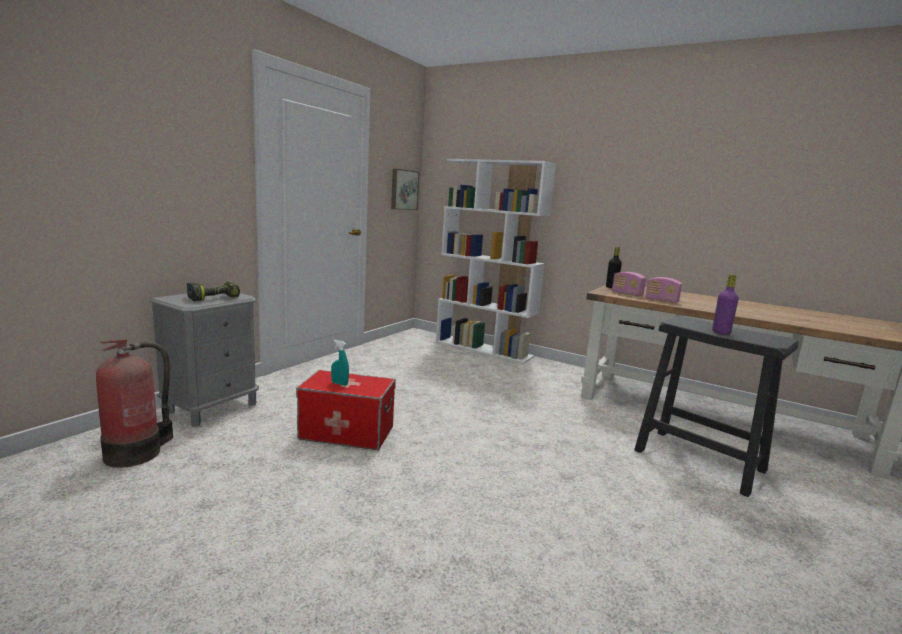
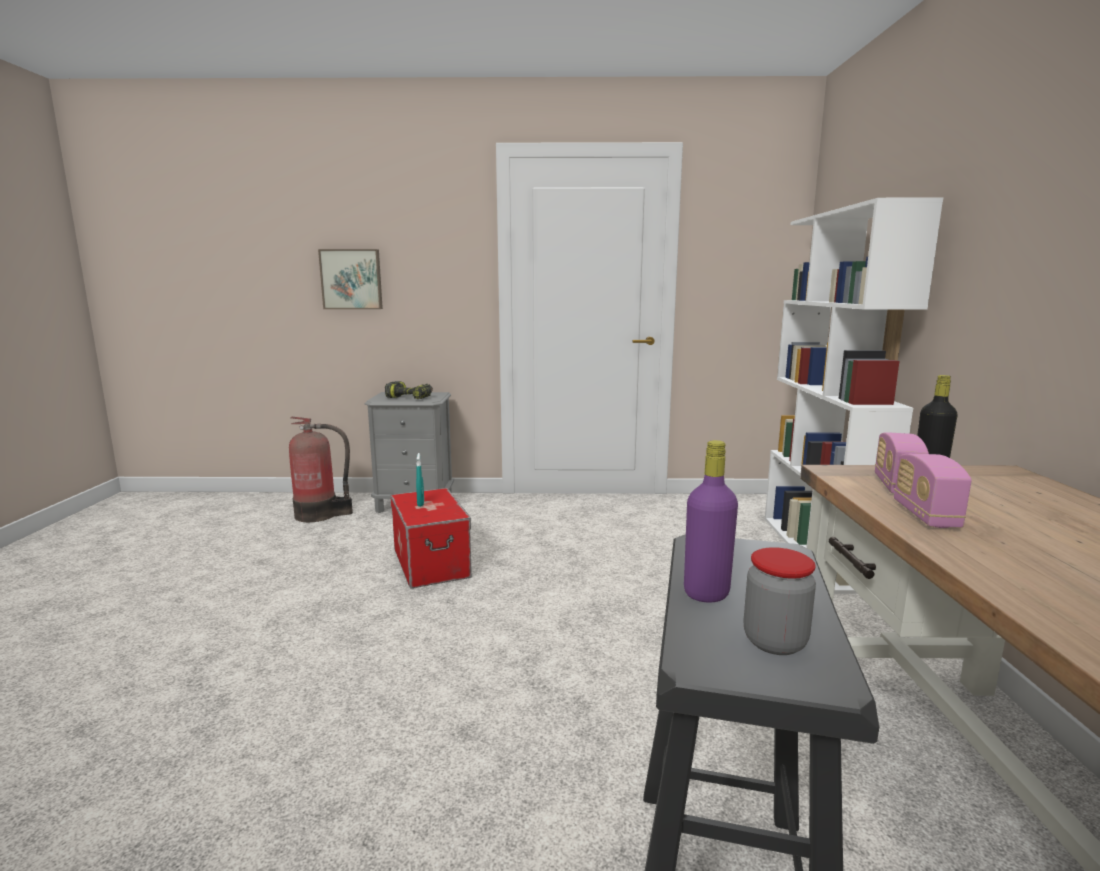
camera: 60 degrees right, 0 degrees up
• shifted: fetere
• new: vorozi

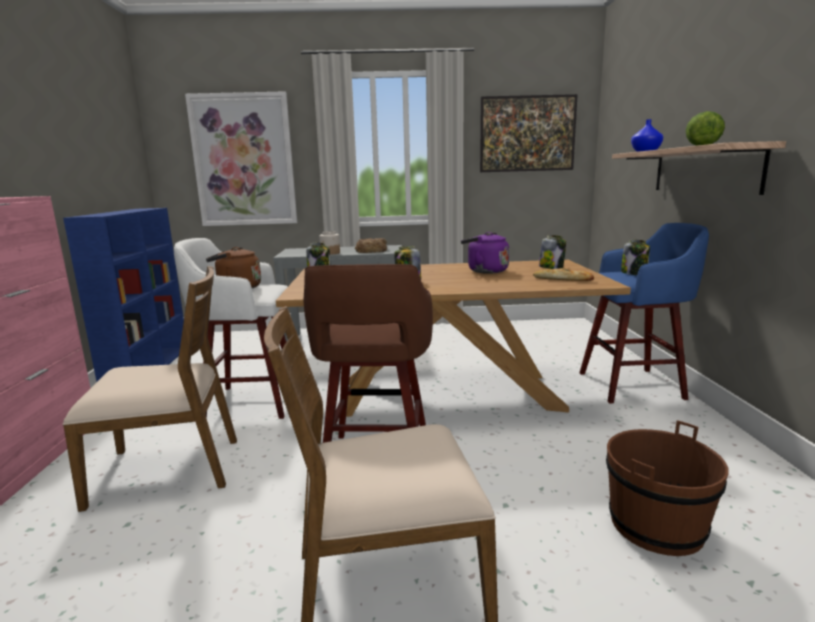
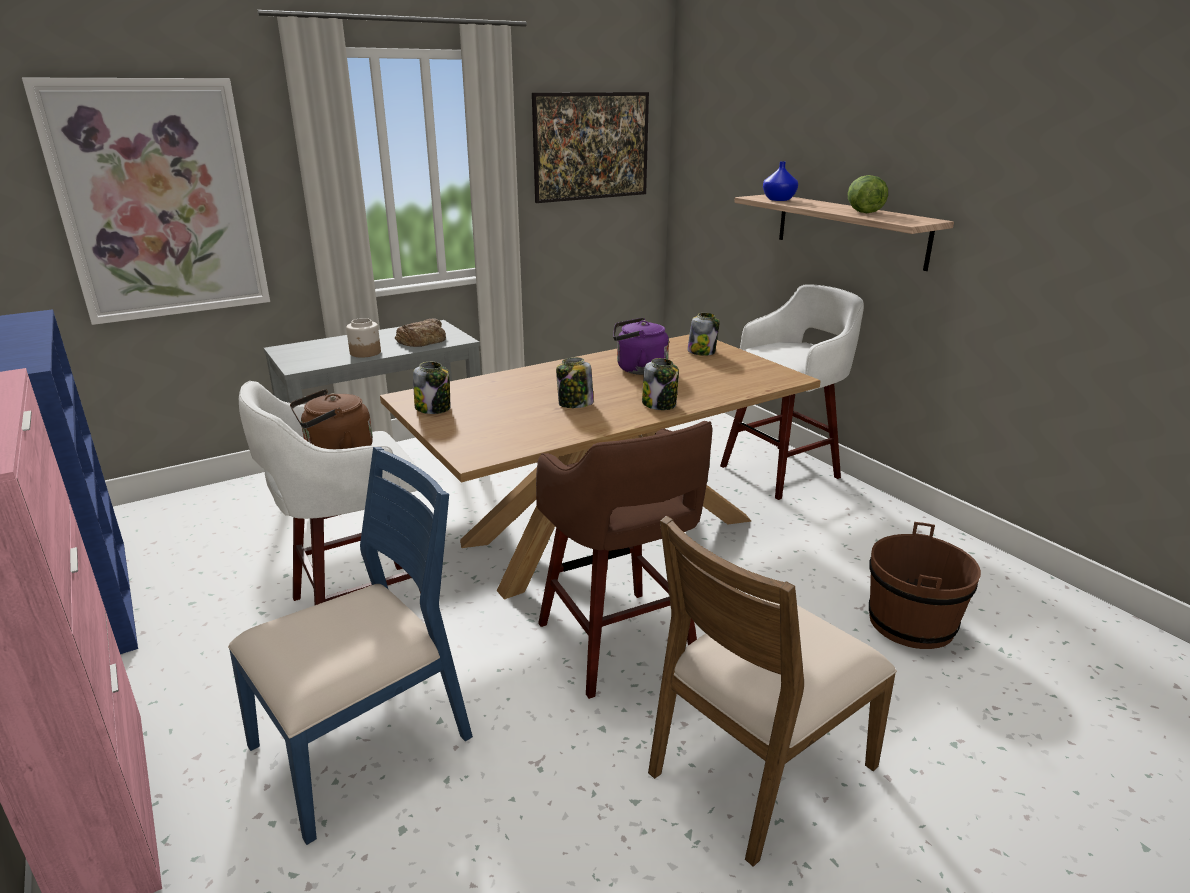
camera: 30 degrees left, 10 degrees up
• repainted: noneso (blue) to noneso (white) (no. 2 from left)
• shifted: vorozi (no. 5 from left in the first image) to vorozi (no. 4 from left)
• repainted: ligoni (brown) (no. 1 from left) to ligoni (blue)
• gone: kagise (no. 2 from left)

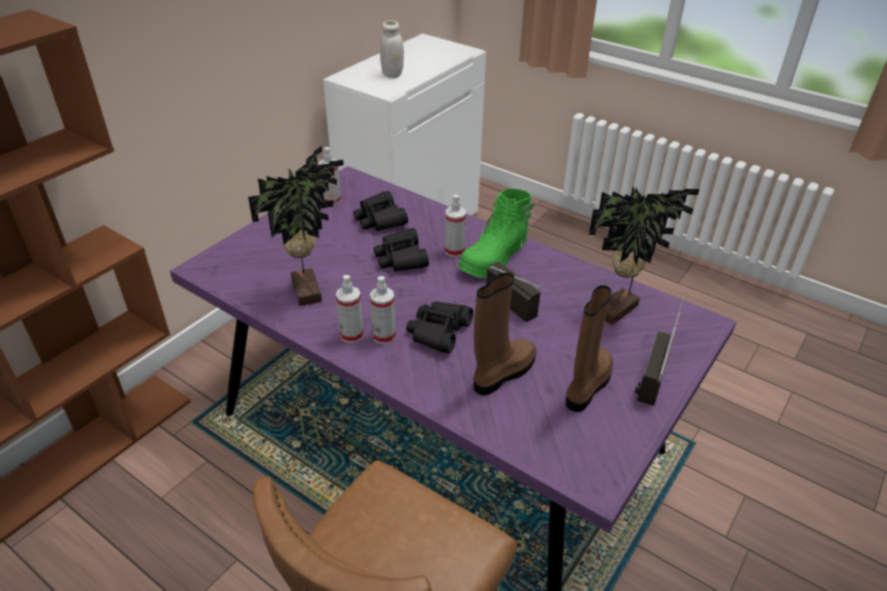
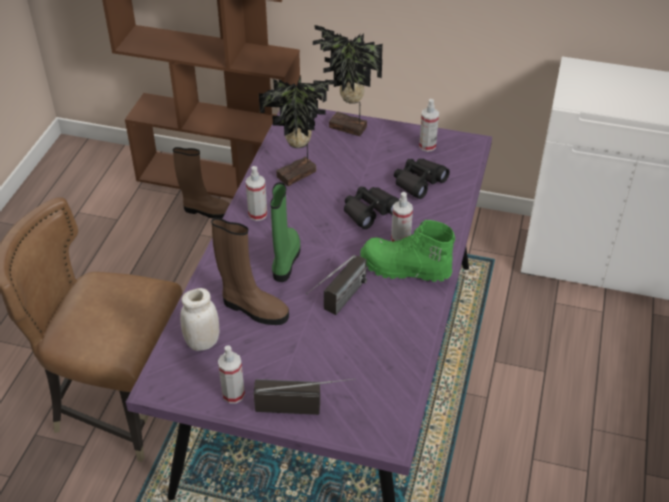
camera: 70 degrees right, 5 degrees up
• shifted: vorozi (white)
• shifted: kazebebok (no. 2 from left)
• shifted: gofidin (no. 3 from left in the first image) to gofidin (no. 1 from left)
• shifted: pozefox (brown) (no. 2 from left in the first image) to pozefox (brown) (no. 1 from left)
• swapped: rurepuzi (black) (no. 3 from left) to pozefox (green) (no. 1 from left)

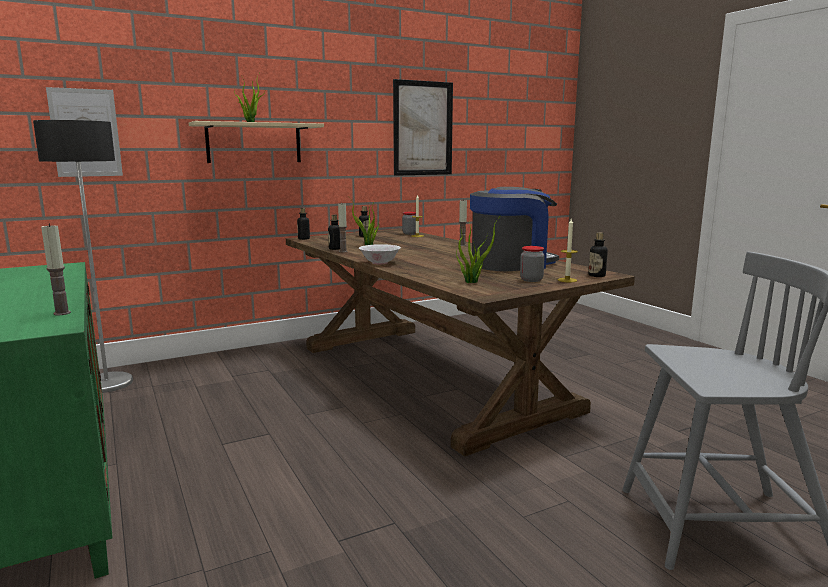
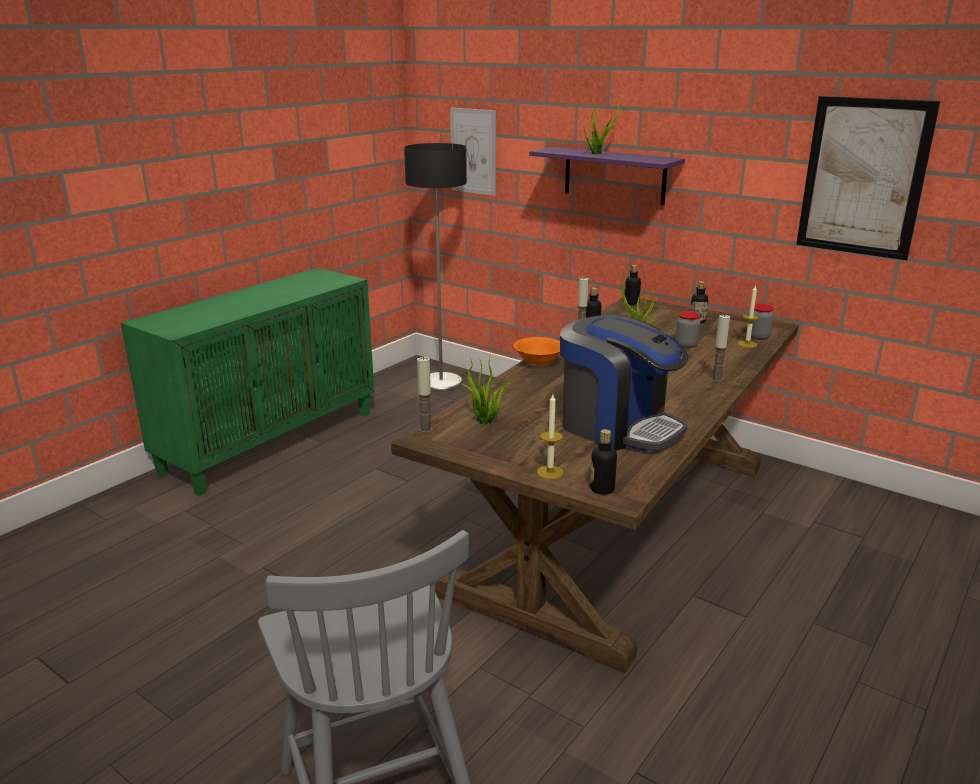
camera: 65 degrees right, 10 degrees up
• repainted: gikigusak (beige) to gikigusak (purple)
• shifted: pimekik (no. 1 from left)
• repainted: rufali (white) to rufali (orange)
• shifted: vorozi (no. 2 from left in the first image) to vorozi (no. 1 from left)

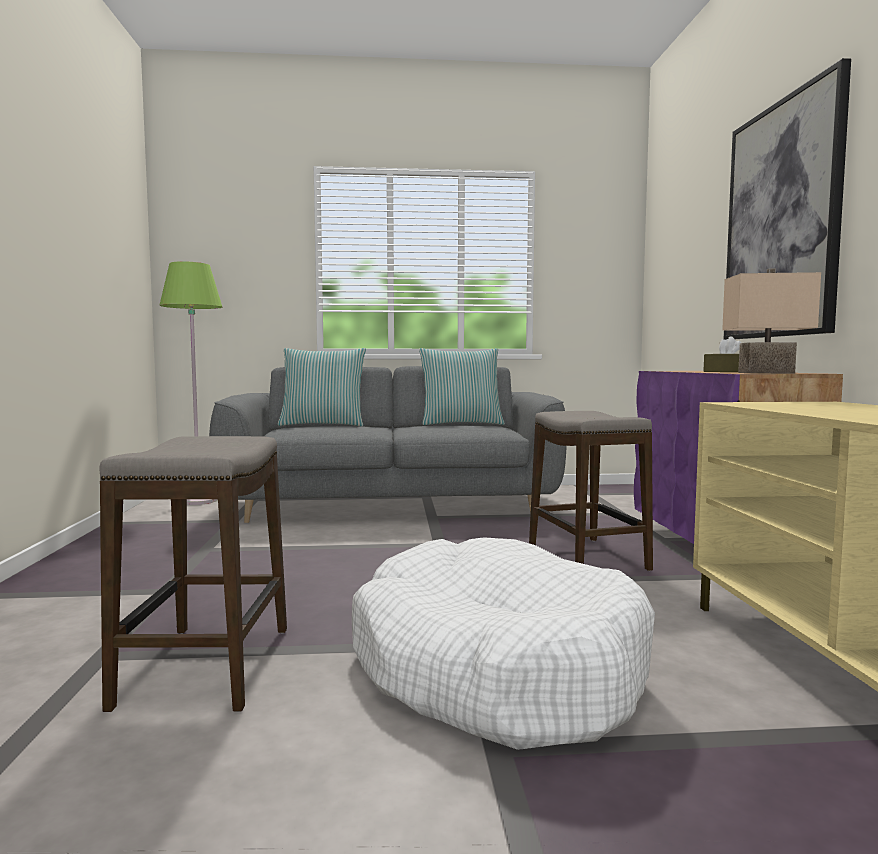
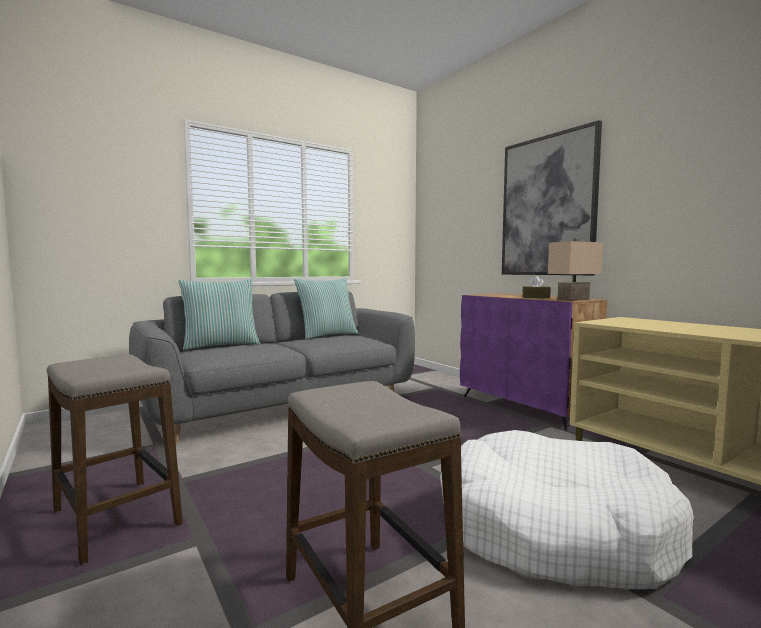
camera: 30 degrees left, 0 degrees up
• gone: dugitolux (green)
• shifted: noneso (no. 2 from left in the first image) to noneso (no. 1 from left)

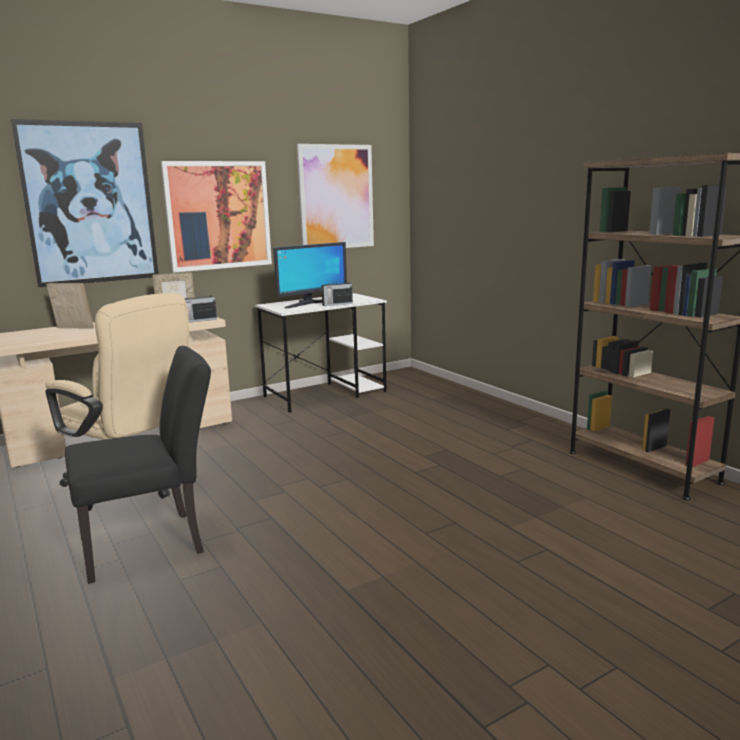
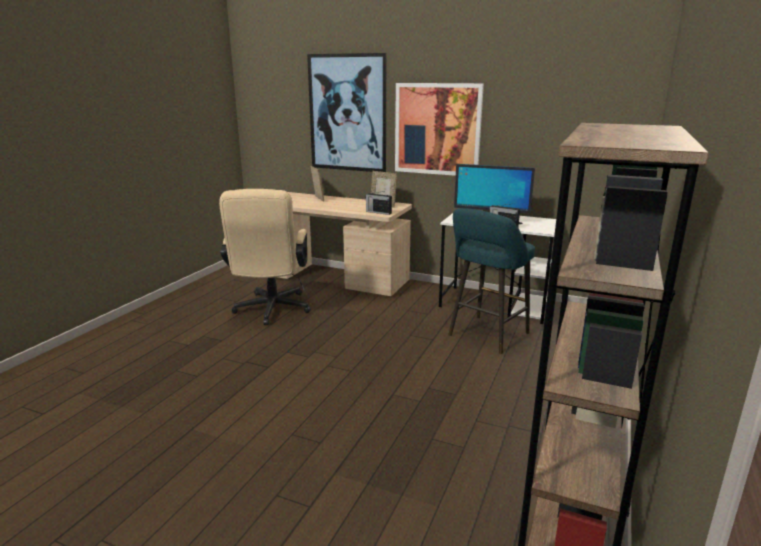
camera: 55 degrees right, 5 degrees up
• gone: fetere (no. 3 from left)
• gone: ligoni (black)
• new: noneso (turquoise)

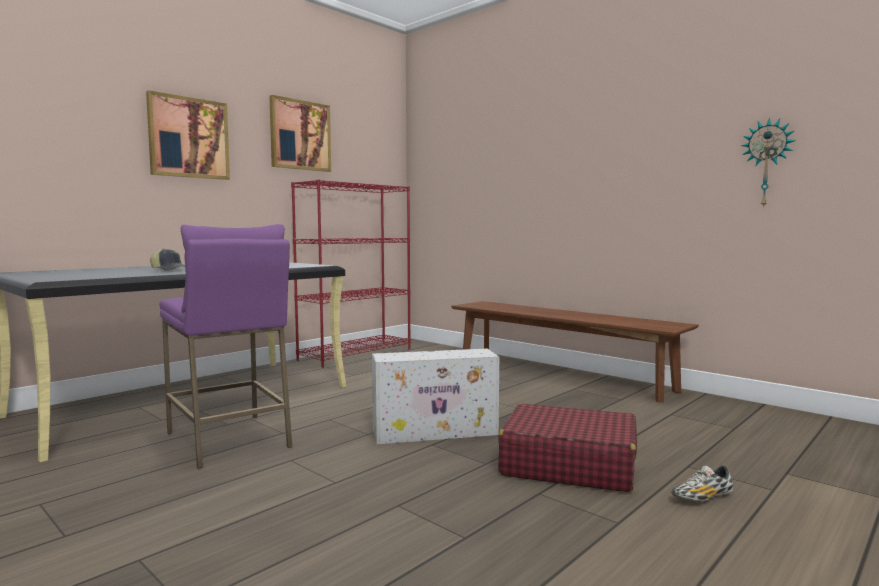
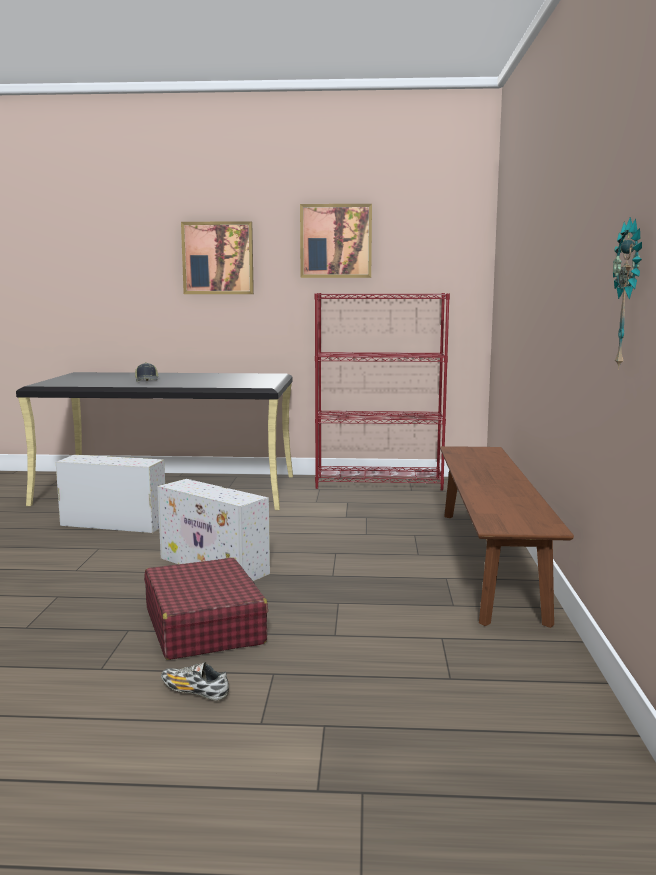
camera: 50 degrees right, 5 degrees up
• swapped: noneso (purple) to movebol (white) (no. 1 from left)

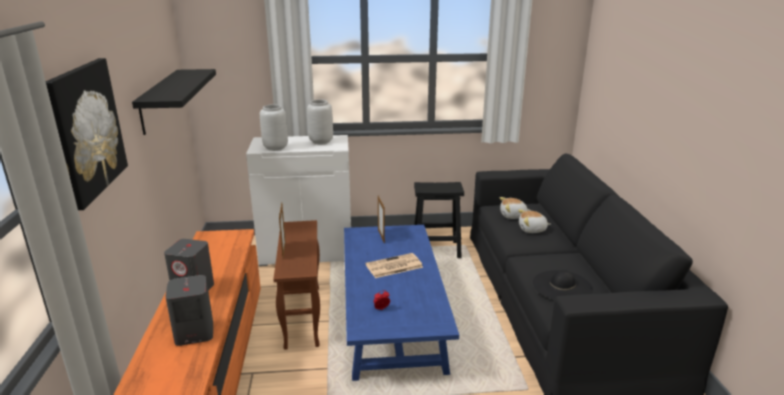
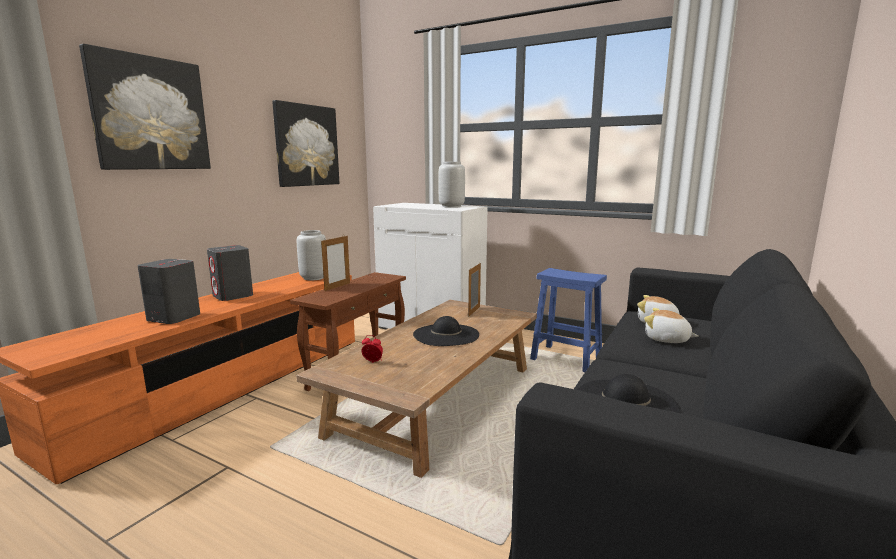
camera: 35 degrees right, 10 degrees down
• swapped: gikigusak (black) to fetere (no. 2 from left)
• shifted: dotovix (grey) (no. 1 from left)
• repainted: noneso (black) to noneso (blue)
• repainted: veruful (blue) to veruful (brown)
• swapped: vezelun to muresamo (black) (no. 1 from left)

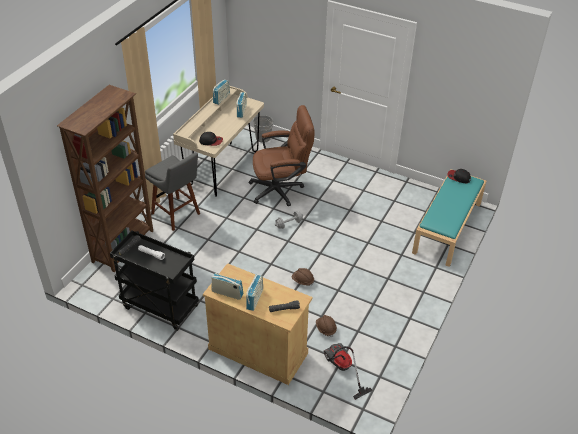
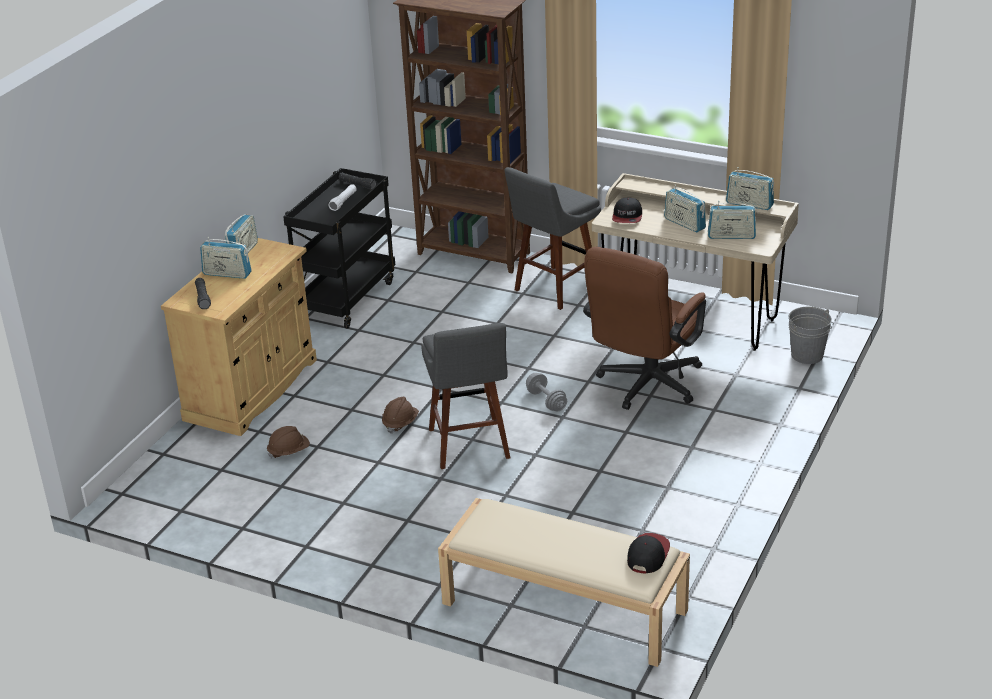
camera: 90 degrees right, 10 degrees down
• rotated: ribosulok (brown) 45 degrees clockwise
• repainted: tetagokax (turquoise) to tetagokax (beige)
• gone: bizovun
• new: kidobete (no. 3 from left)
• new: noneso (grey) (no. 1 from left)

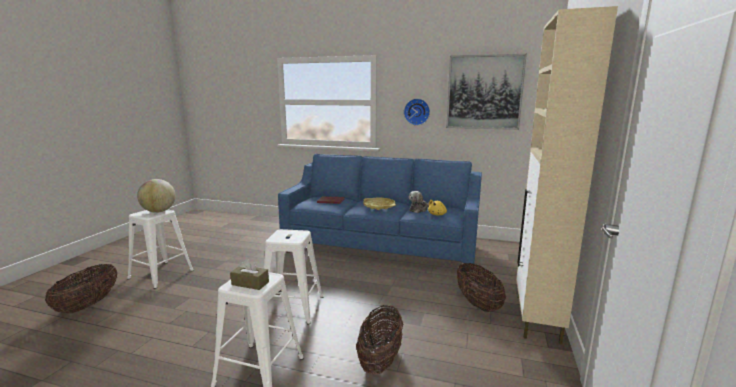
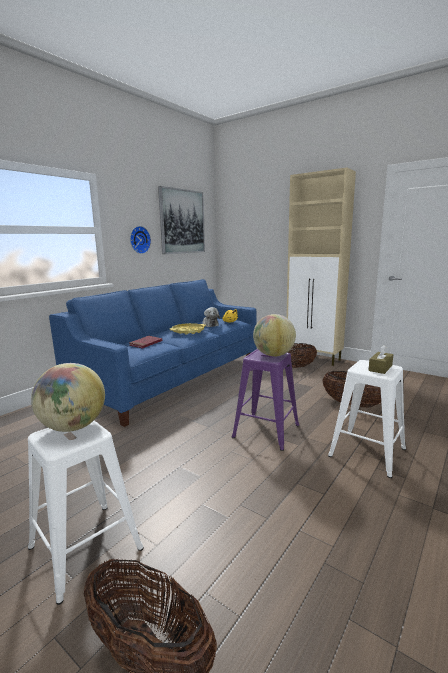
camera: 70 degrees left, 0 degrees up
• repainted: noneso (white) (no. 3 from left) to noneso (purple)
• new: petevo (no. 2 from left)

